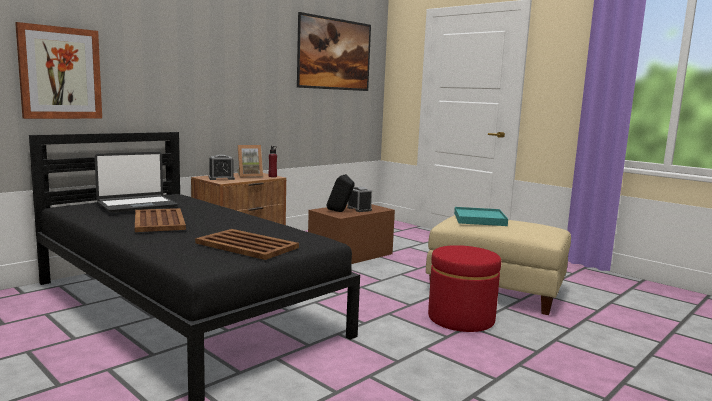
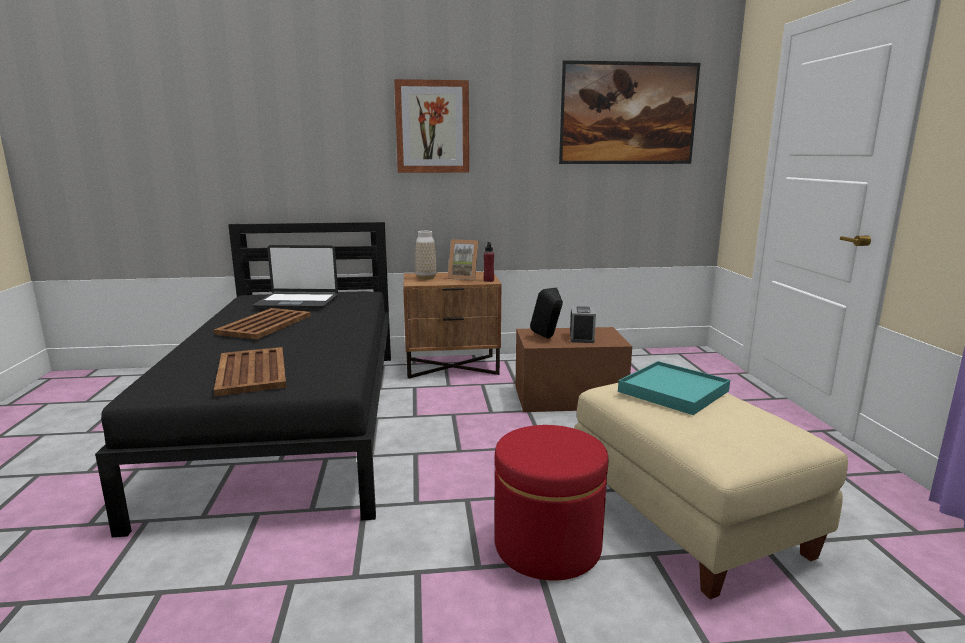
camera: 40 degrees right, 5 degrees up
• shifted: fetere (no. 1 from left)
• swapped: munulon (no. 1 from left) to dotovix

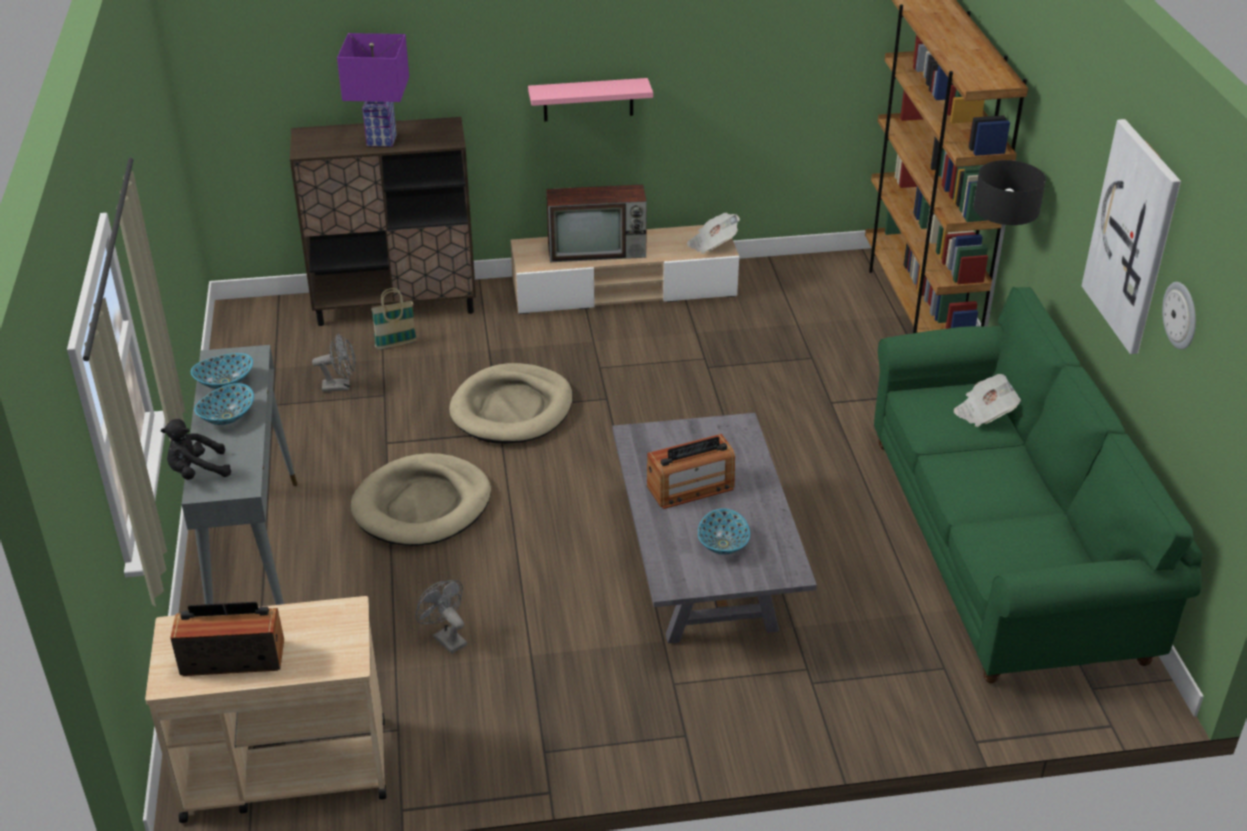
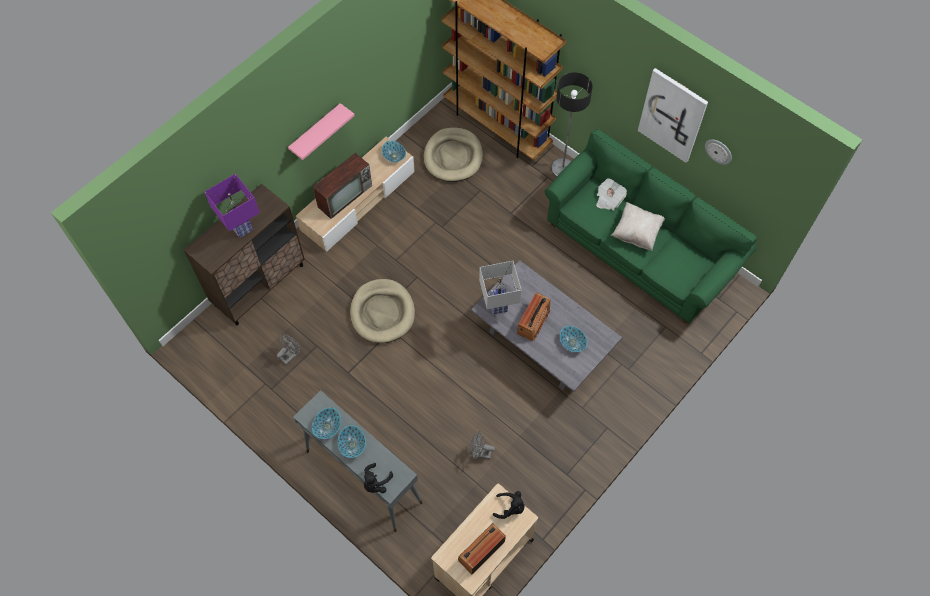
camera: 40 degrees left, 25 degrees up
• swapped: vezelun (no. 1 from left) to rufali (no. 3 from left)
• gone: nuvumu
• shifted: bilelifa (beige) (no. 1 from left in the first image) to bilelifa (beige) (no. 2 from left)
• new: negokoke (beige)
• new: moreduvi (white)
• new: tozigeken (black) (no. 2 from left)

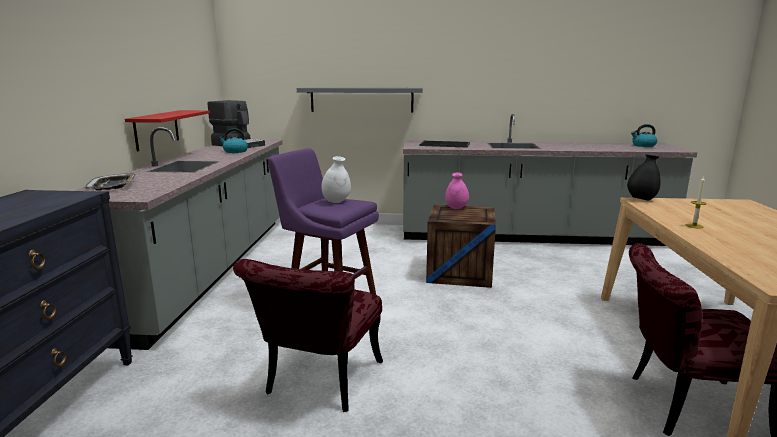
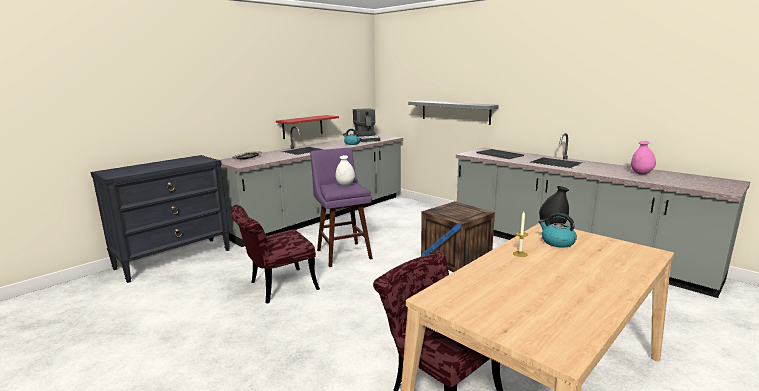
camera: 40 degrees right, 0 degrees up
• shifted: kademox (no. 2 from left)
• shifted: dotovix (pink)

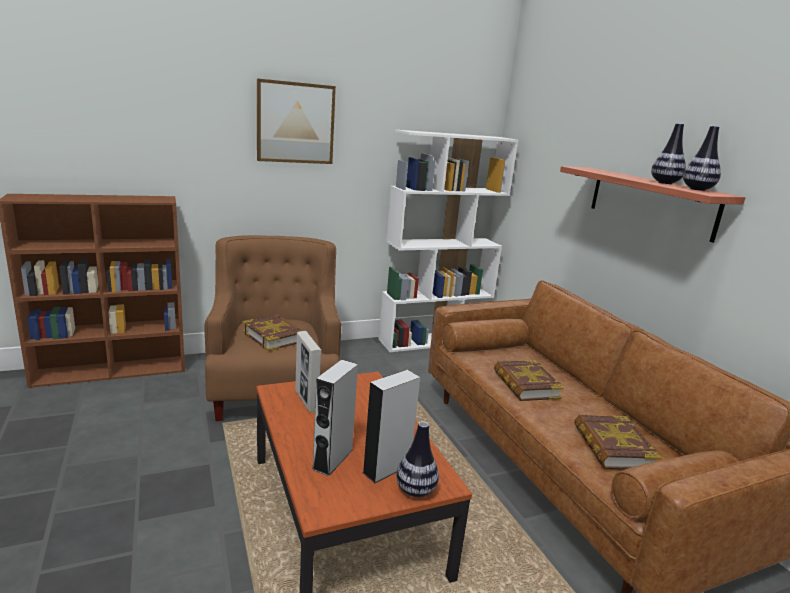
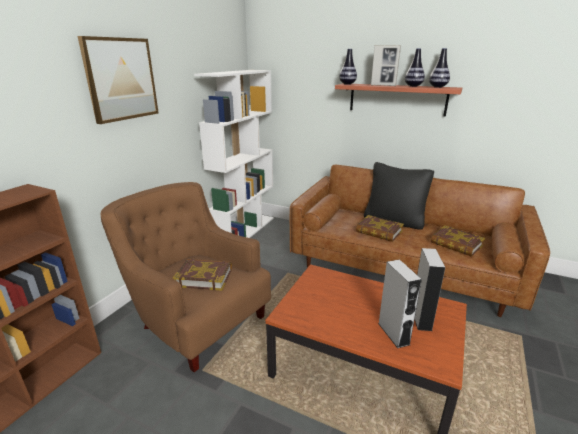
camera: 40 degrees left, 5 degrees up
• shifted: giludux
• shifted: dotovix (no. 1 from left)
• new: negokoke (black)

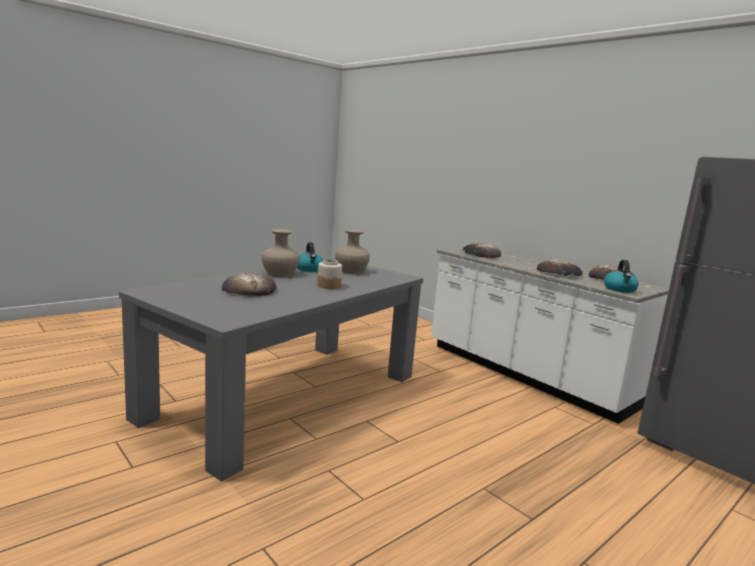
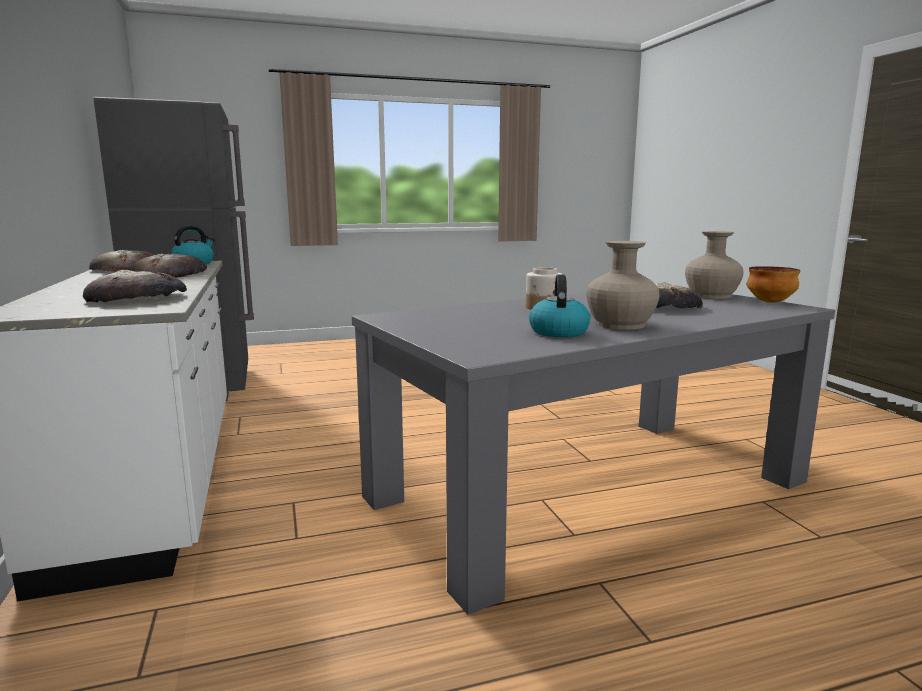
camera: 155 degrees left, 0 degrees up
• shifted: dotovix (beige) (no. 2 from left)
• new: rufali

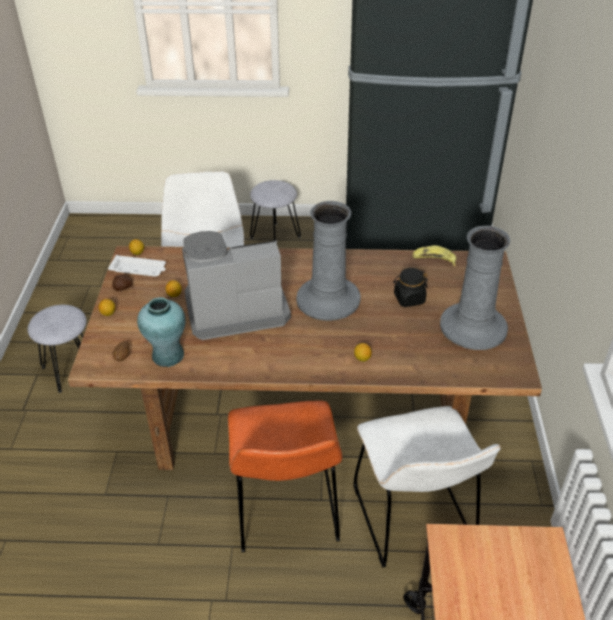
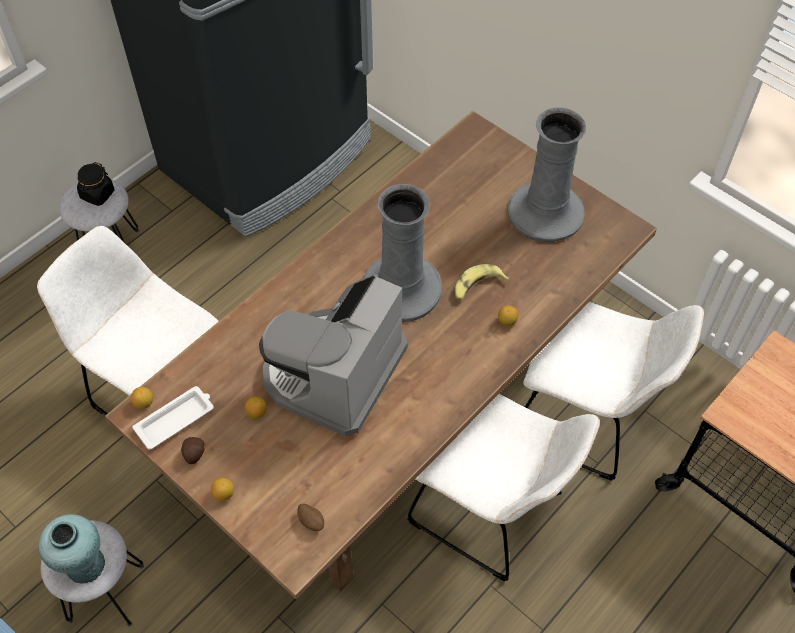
camera: 50 degrees left, 15 degrees up
• shifted: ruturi
• shifted: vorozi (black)
• shifted: dotovix (turquoise)
• repainted: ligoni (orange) to ligoni (white) (no. 2 from left)

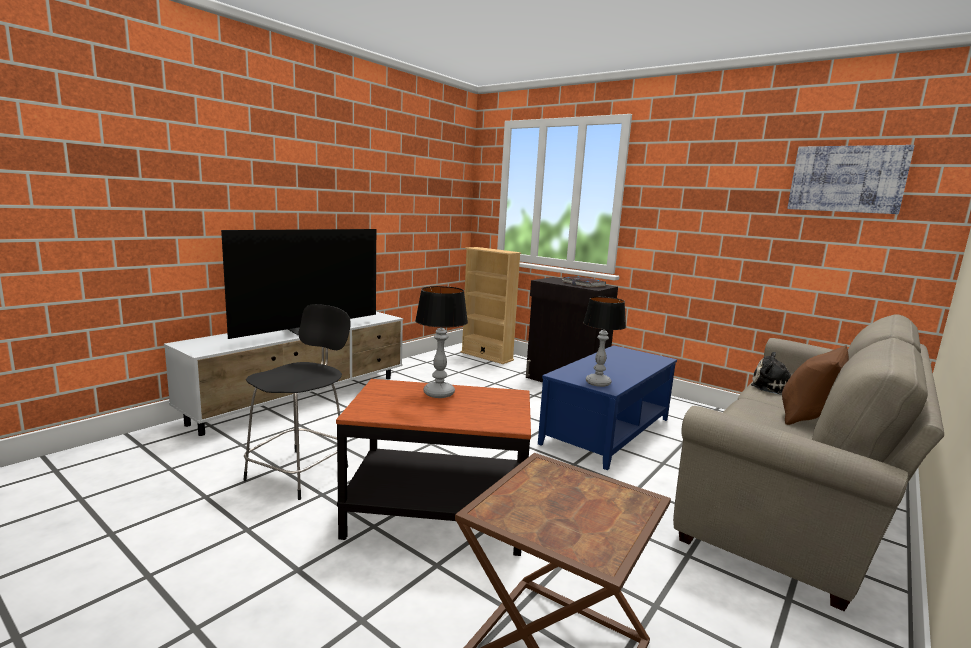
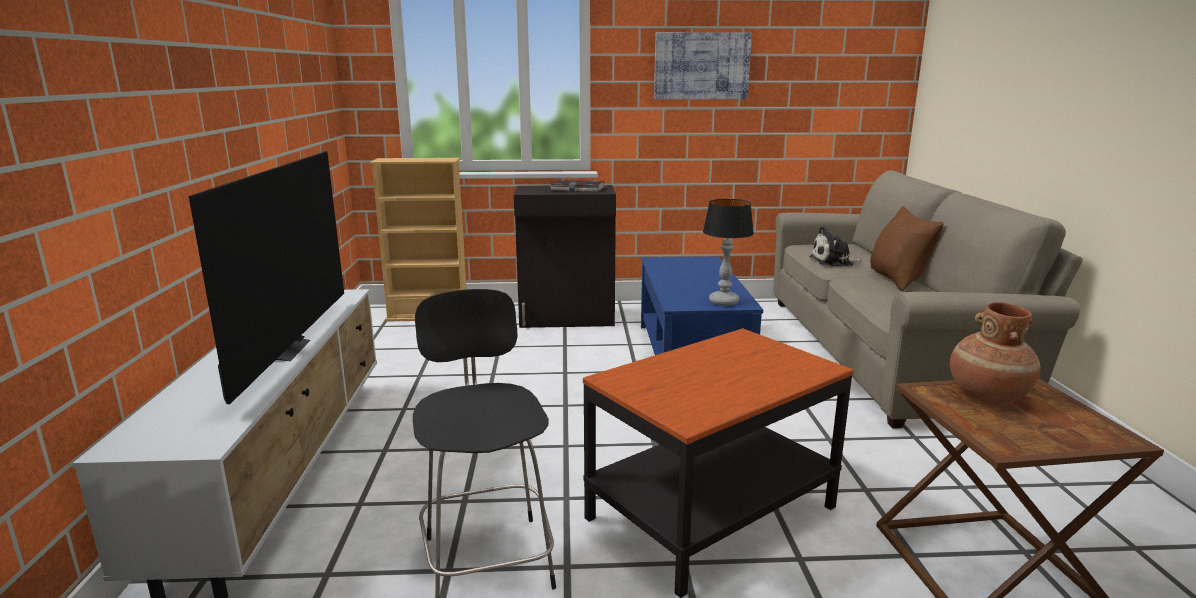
camera: 40 degrees left, 5 degrees up
• shifted: fetere
• gone: moreduvi (no. 1 from left)
• new: dotovix (brown)

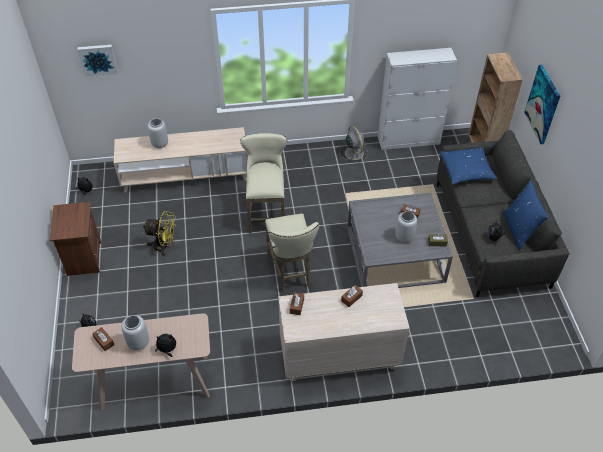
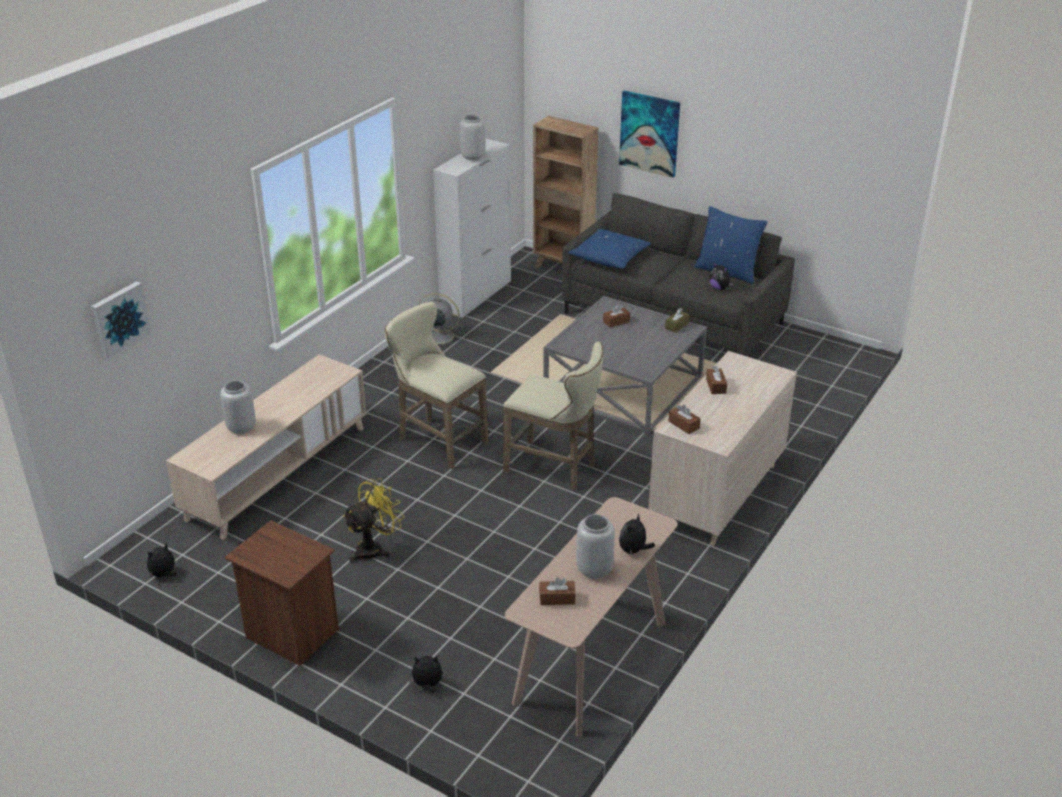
camera: 50 degrees left, 15 degrees down
• shifted: dotovix (grey) (no. 3 from left in the first image) to dotovix (grey) (no. 2 from left)

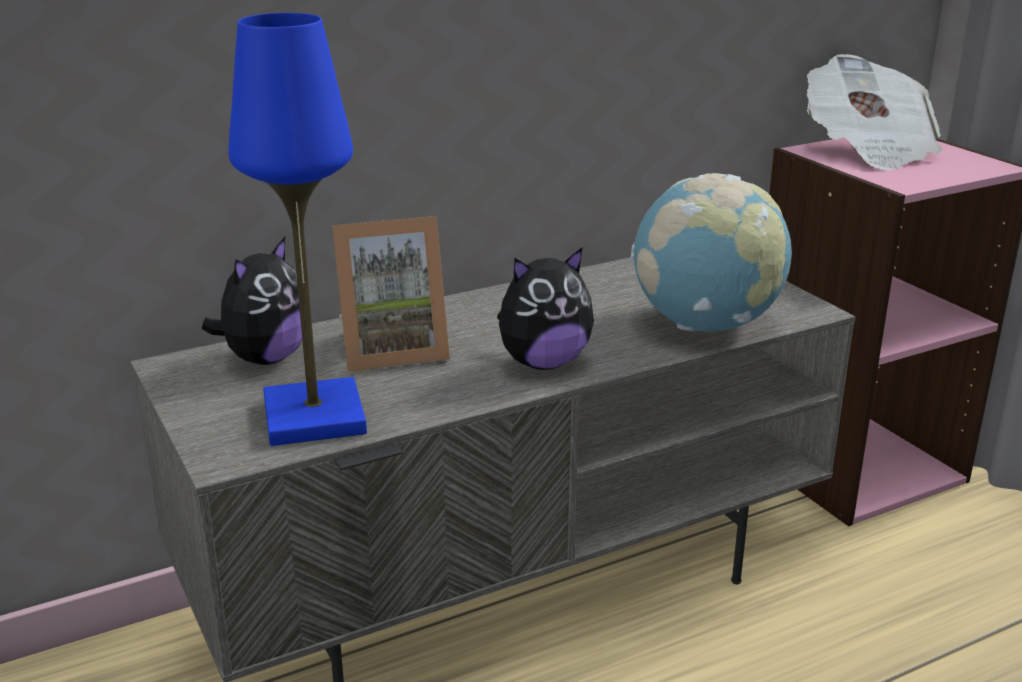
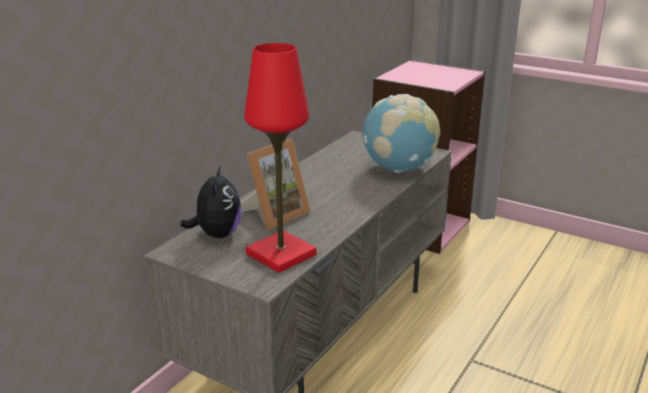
camera: 30 degrees left, 0 degrees up
• repainted: moreduvi (blue) to moreduvi (red)
• gone: vezelun
• gone: tozigeken (no. 2 from left)

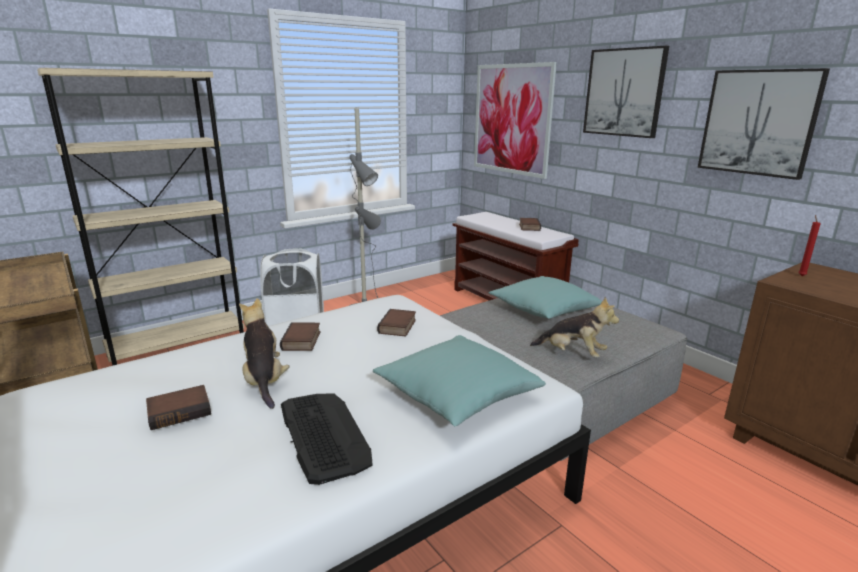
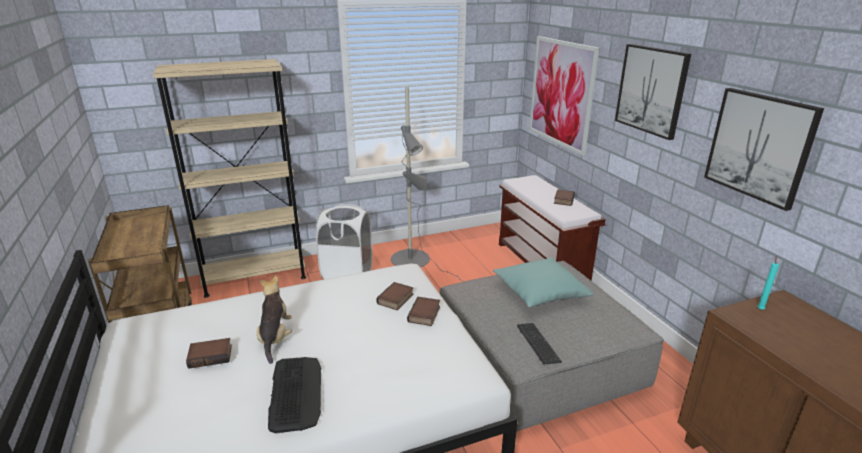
camera: 15 degrees right, 5 degrees up
• repainted: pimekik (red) to pimekik (turquoise)
• swapped: tozigeken (no. 2 from left) to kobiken (no. 2 from left)
• shifted: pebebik (no. 2 from left in the first image) to pebebik (no. 3 from left)
• gone: negokoke (turquoise) (no. 1 from left)

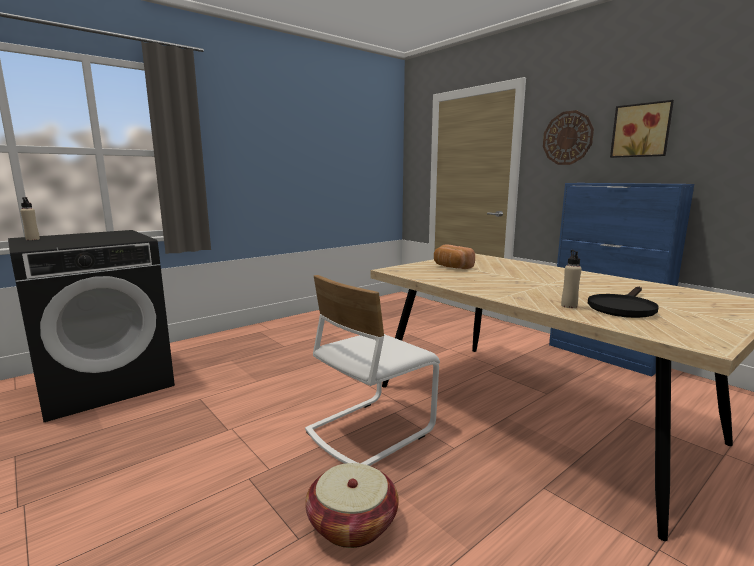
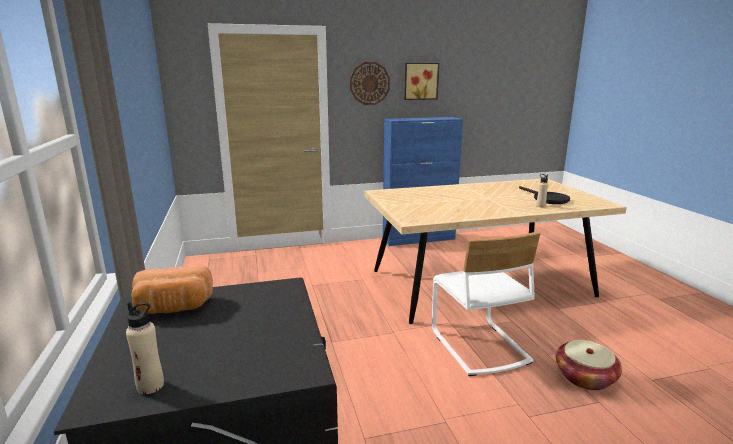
camera: 65 degrees left, 5 degrees up
• shifted: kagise

